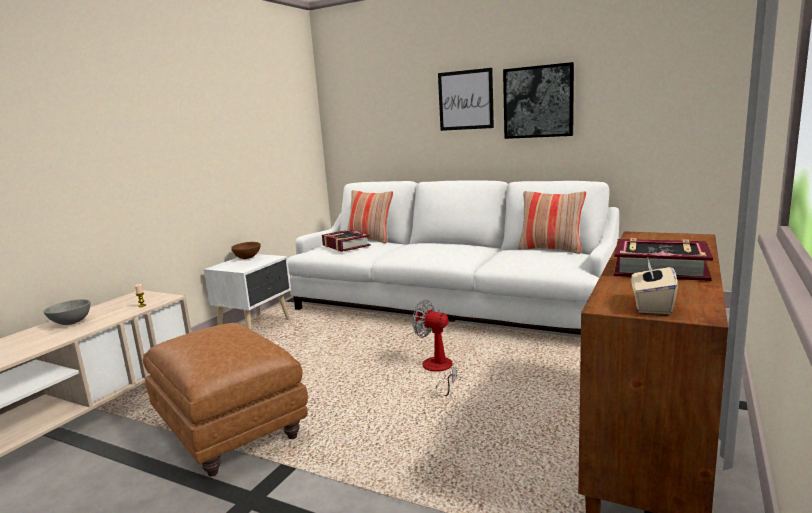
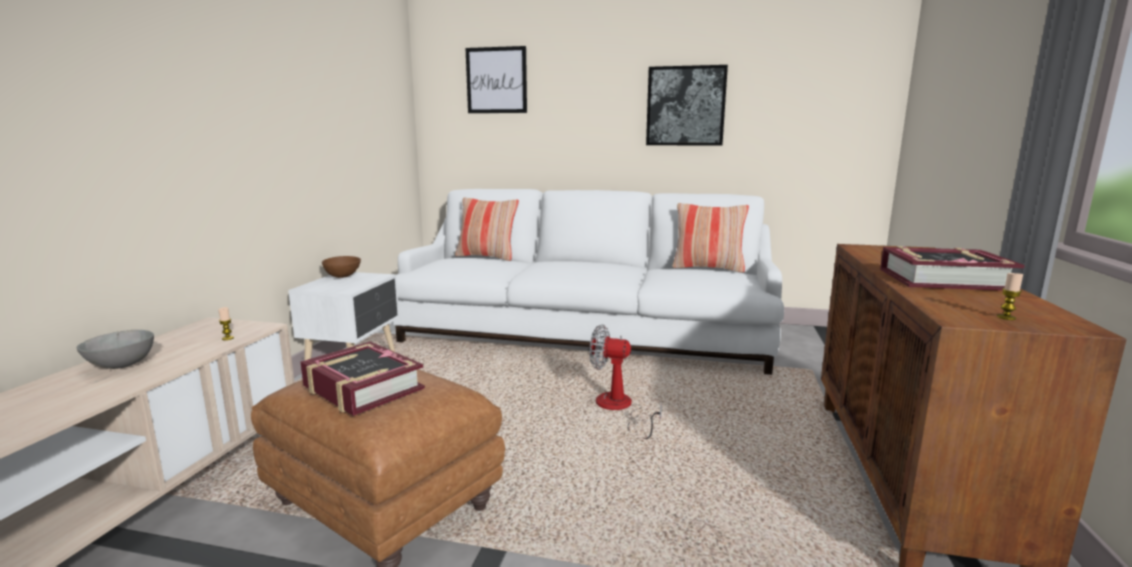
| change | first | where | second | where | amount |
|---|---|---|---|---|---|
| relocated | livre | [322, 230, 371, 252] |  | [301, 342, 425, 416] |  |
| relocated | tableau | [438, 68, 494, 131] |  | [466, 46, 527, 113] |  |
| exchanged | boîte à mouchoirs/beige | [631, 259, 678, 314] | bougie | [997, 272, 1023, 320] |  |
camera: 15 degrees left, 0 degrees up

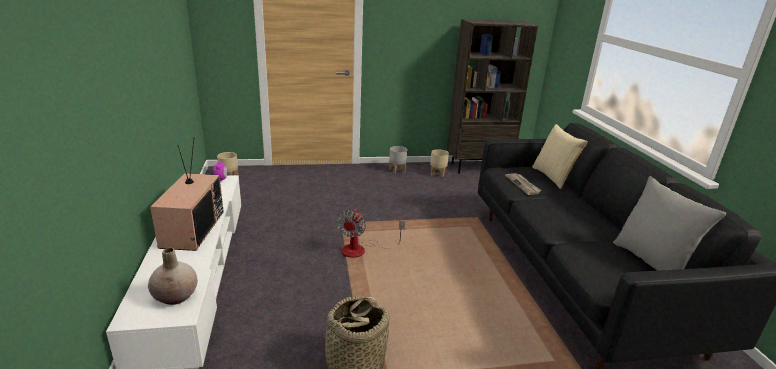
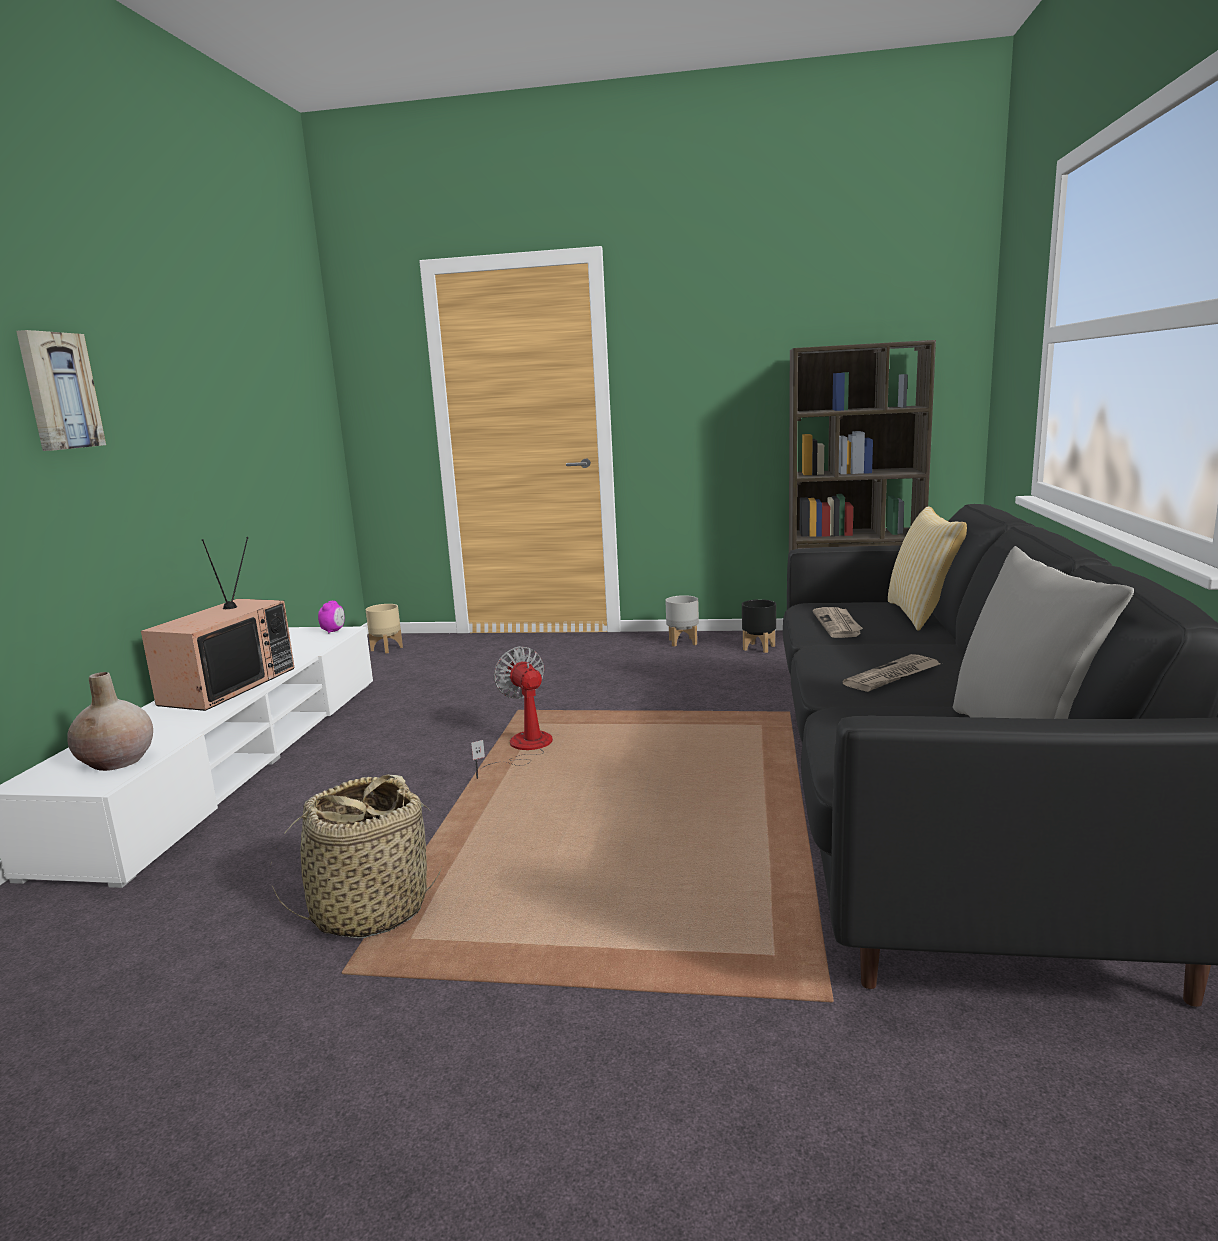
| change | first | where | second | where | amount |
|---|---|---|---|---|---|
| appeared |  |  | tableau | [16, 330, 106, 451] |  |
| spun | ventilateur | [336, 209, 405, 258] |  | [471, 646, 553, 779] | 120 degrees clockwise |
| colour | cache-pot/beige | [430, 149, 449, 178] | cache-pot/noir | [742, 599, 776, 653] |  |
| appeared |  |  | journal | [842, 654, 941, 692] |  |
camera: 20 degrees right, 10 degrees down

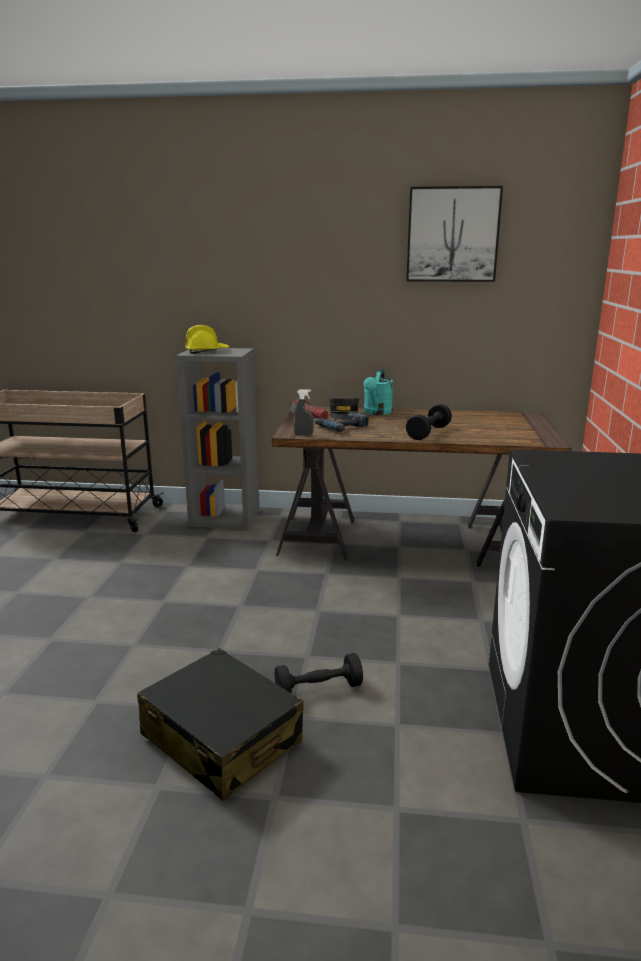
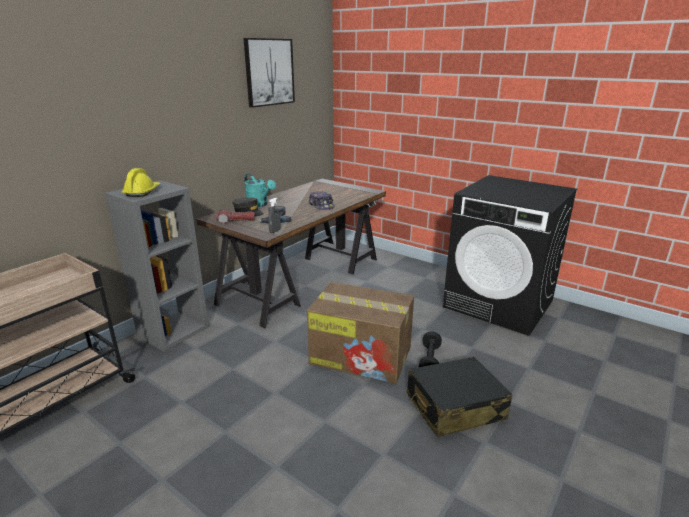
| change | first | where | second | where | amount |
|---|---|---|---|---|---|
| appeared |  |  | carton | [307, 282, 414, 384] |  |
| exchanged | haltère/noir | [406, 404, 452, 440] | casquette | [309, 191, 335, 210] |  |
camera: 60 degrees left, 5 degrees up

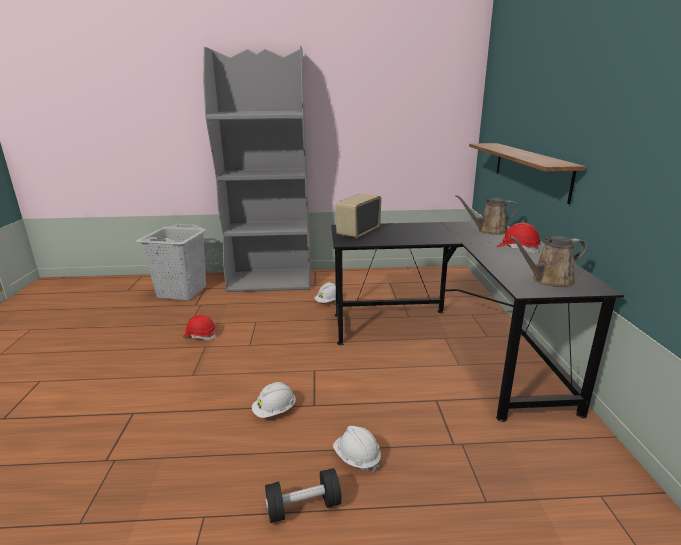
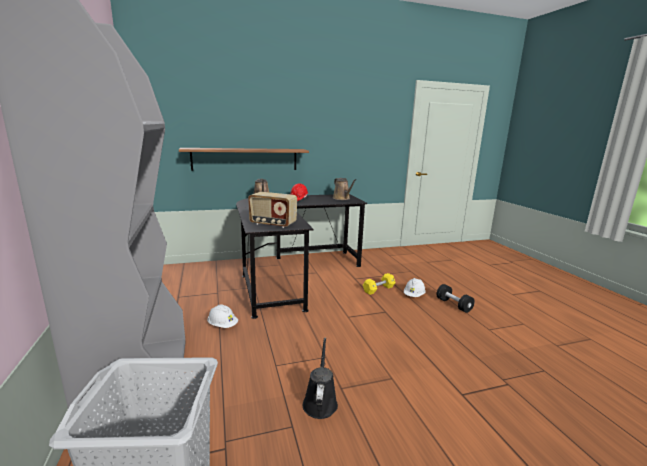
| change | first | where | second | where | amount |
|---|---|---|---|---|---|
| exchanged | casque de chantier/rouge | [183, 314, 216, 340] | arrosoir/noir | [303, 338, 338, 419] |  |
| appeared |  |  | haltère/jaune | [363, 273, 396, 295] |  |
| missing | casque de chantier/blanc | [252, 382, 296, 418] |  |  |  |
camera: 105 degrees left, 5 degrees down

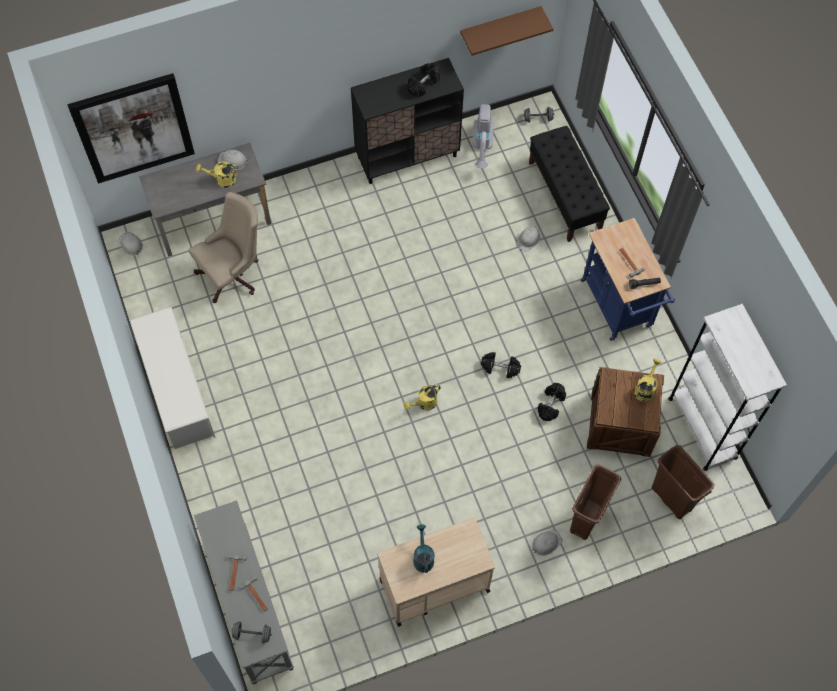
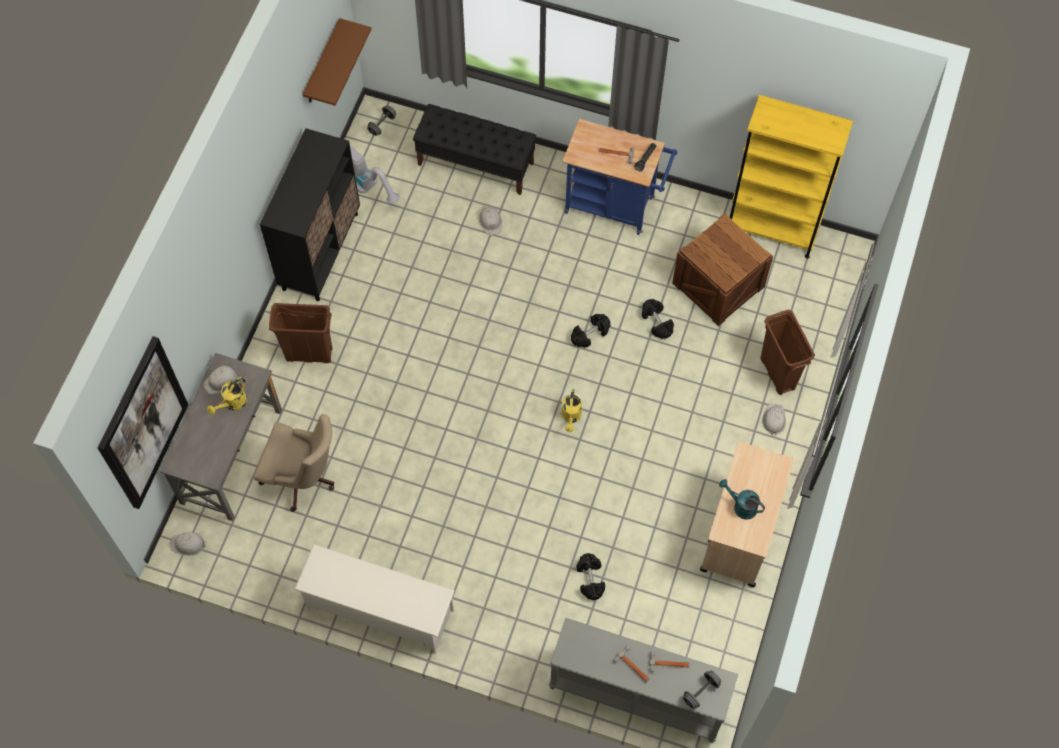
| change | first | where | second | where | amount |
|---|---|---|---|---|---|
| spun | chaise de bureau/beige | [189, 192, 259, 303] |  | [253, 414, 334, 512] | 105 degrees clockwise |
| relocated | poubelle/marron | [652, 445, 714, 519] |  | [269, 303, 333, 363] |  |
| relocated | haltère/noir | [407, 63, 440, 97] |  | [576, 553, 605, 600] |  |
| colour | bibliothèque/blanc | [668, 304, 787, 471] | bibliothèque/jaune | [729, 95, 853, 259] |  |
| missing | arrosoir/jaune | [634, 358, 661, 402] |  |  |  |
camera: 50 degrees left, 0 degrees up

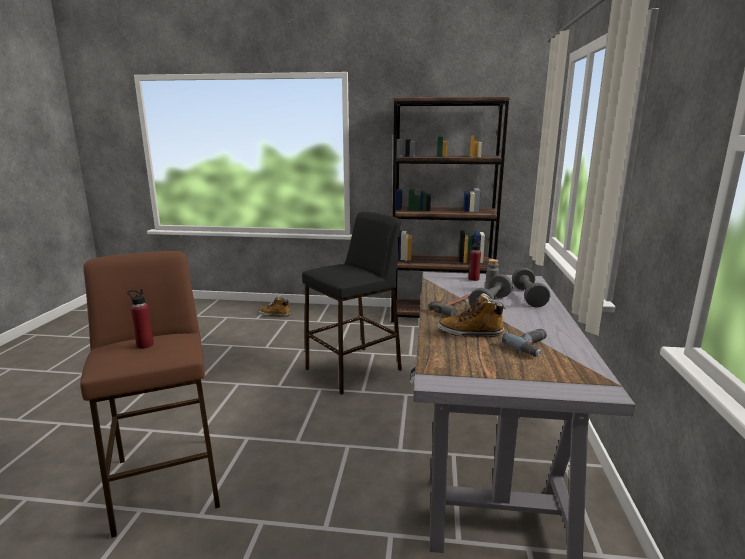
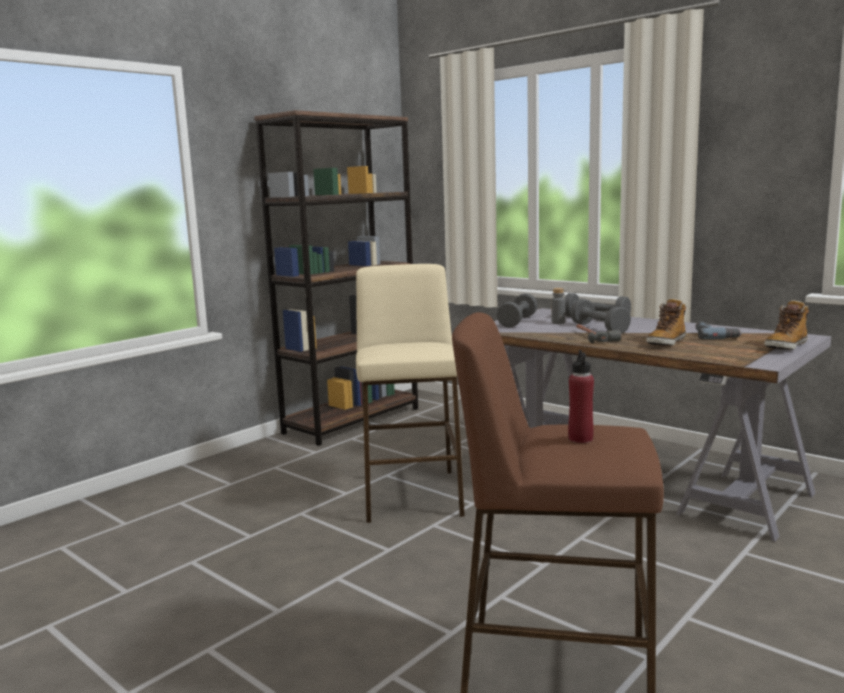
| change | first | where | second | where | amount |
|---|---|---|---|---|---|
| colour | tabouret/noir | [302, 212, 402, 395] | tabouret/beige | [356, 264, 465, 523] |  |
| exchanged | bouteille/rouge | [469, 240, 481, 281] | haltère/gris | [496, 293, 537, 328] |  |
| relocated | botte | [259, 295, 290, 317] |  | [764, 300, 809, 350] |  |
camera: 55 degrees left, 5 degrees down

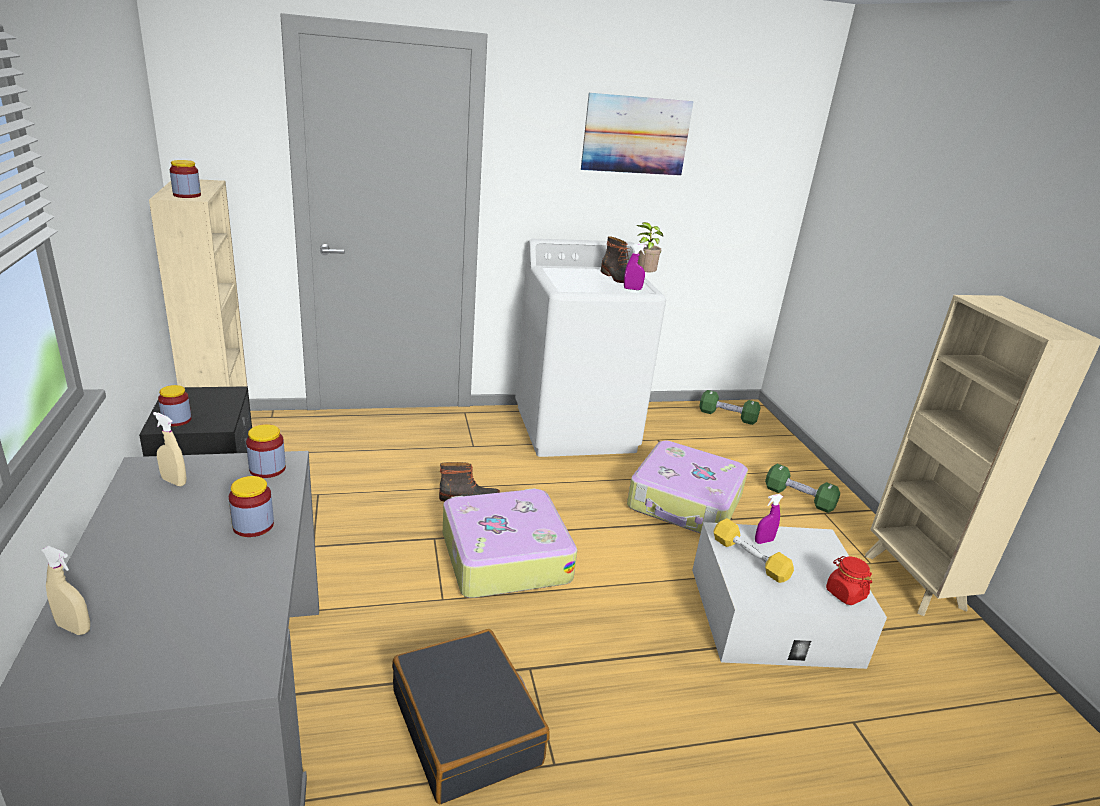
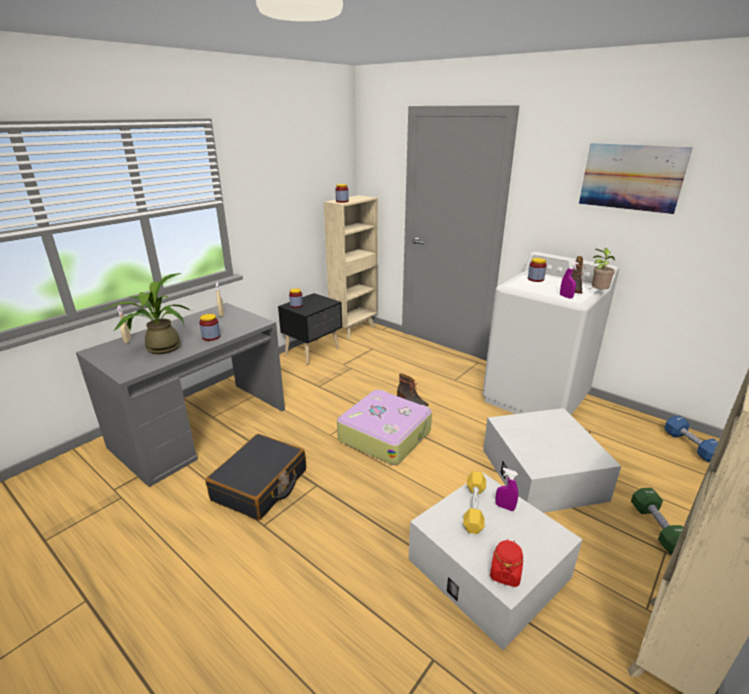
| change | first | where | second | where | amount |
|---|---|---|---|---|---|
| appeared |  |  | plante en pot | [102, 273, 192, 354] |  |
| exchanged | valise | [627, 441, 748, 534] | boîte de rangement/blanc | [483, 408, 621, 513] |  |
| relocated | bocal | [246, 424, 286, 478] |  | [528, 258, 547, 282] |  |
| colour | haltère/vert | [699, 390, 761, 425] | haltère/bleu | [664, 415, 718, 462] |  |
camera: 55 degrees right, 0 degrees up

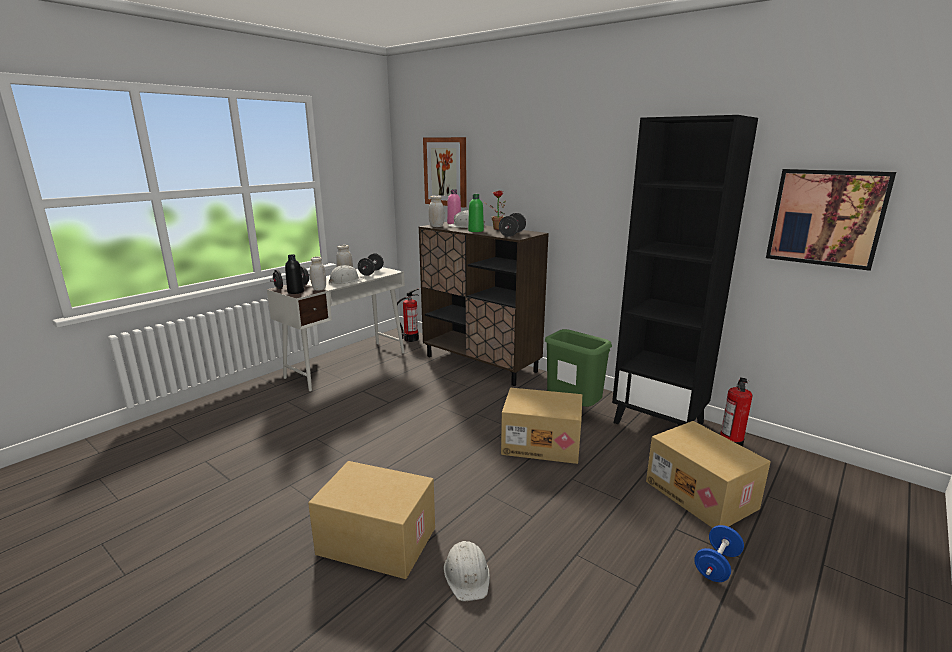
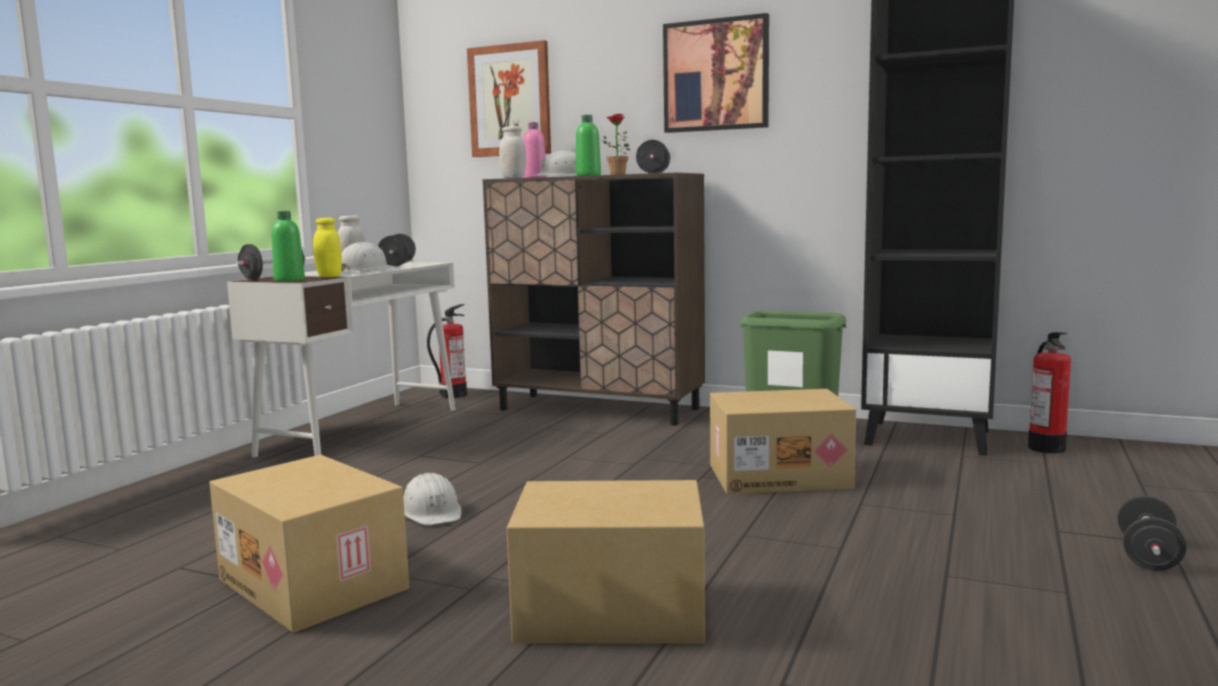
| change | first | where | second | where | amount |
|---|---|---|---|---|---|
| relocated | carton | [646, 421, 771, 528] |  | [209, 455, 409, 633] |  |
| colour | bouteille/noir | [285, 255, 304, 294] | bouteille/vert | [271, 211, 305, 281] |  |
| colour | bocal/blanc | [310, 257, 326, 291] | bocal/jaune | [313, 218, 342, 277] |  |
| relocated | casque de chantier/blanc | [444, 541, 490, 601] |  | [404, 473, 462, 525] |  |
| relocated | tableau | [766, 169, 896, 271] |  | [663, 13, 769, 133] |  |
| colour | haltère/bleu | [694, 525, 744, 582] | haltère/noir | [1118, 496, 1186, 571] |  |
camera: 15 degrees left, 10 degrees down

